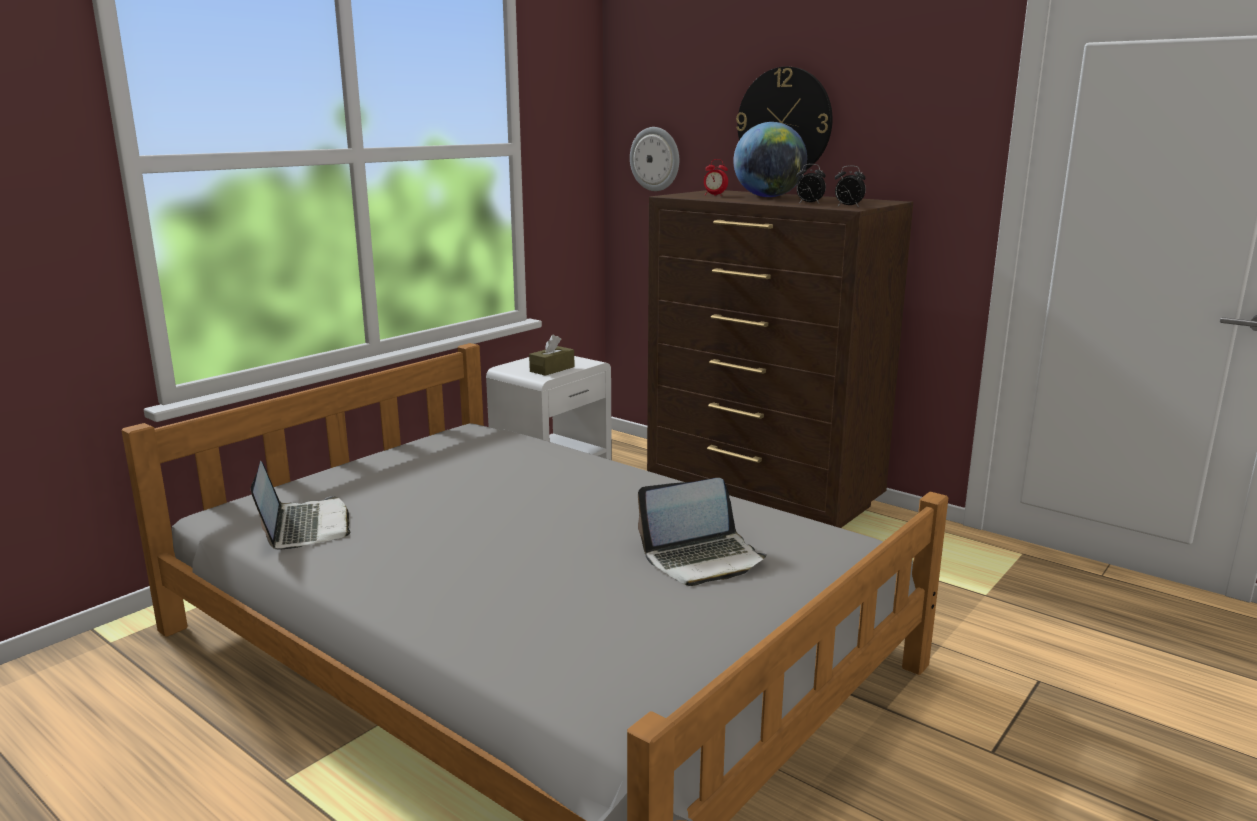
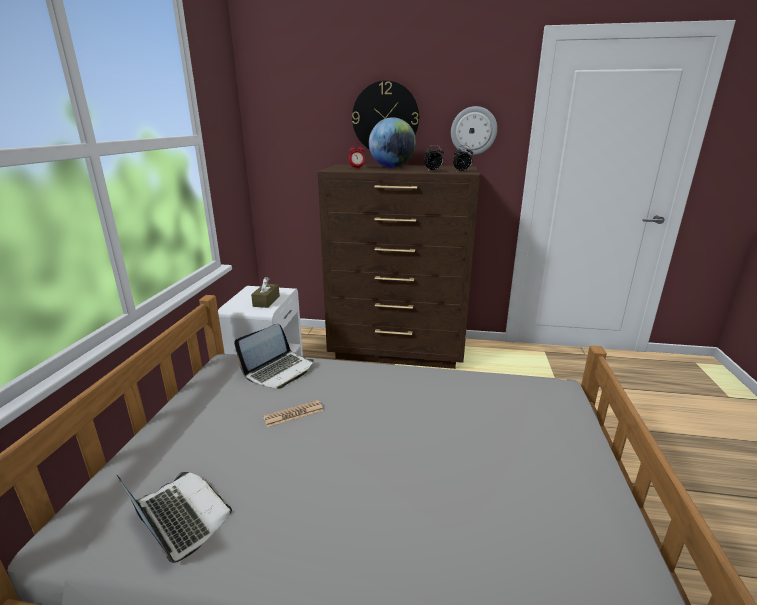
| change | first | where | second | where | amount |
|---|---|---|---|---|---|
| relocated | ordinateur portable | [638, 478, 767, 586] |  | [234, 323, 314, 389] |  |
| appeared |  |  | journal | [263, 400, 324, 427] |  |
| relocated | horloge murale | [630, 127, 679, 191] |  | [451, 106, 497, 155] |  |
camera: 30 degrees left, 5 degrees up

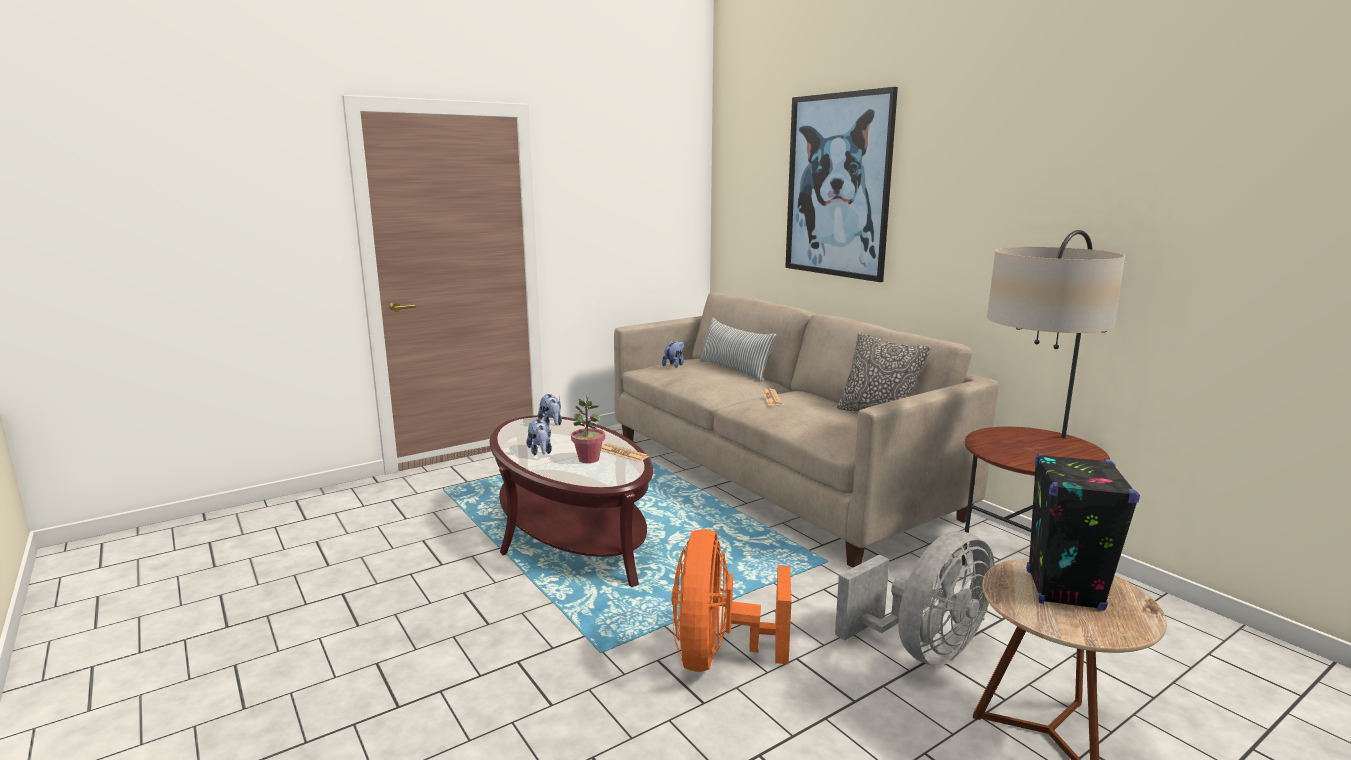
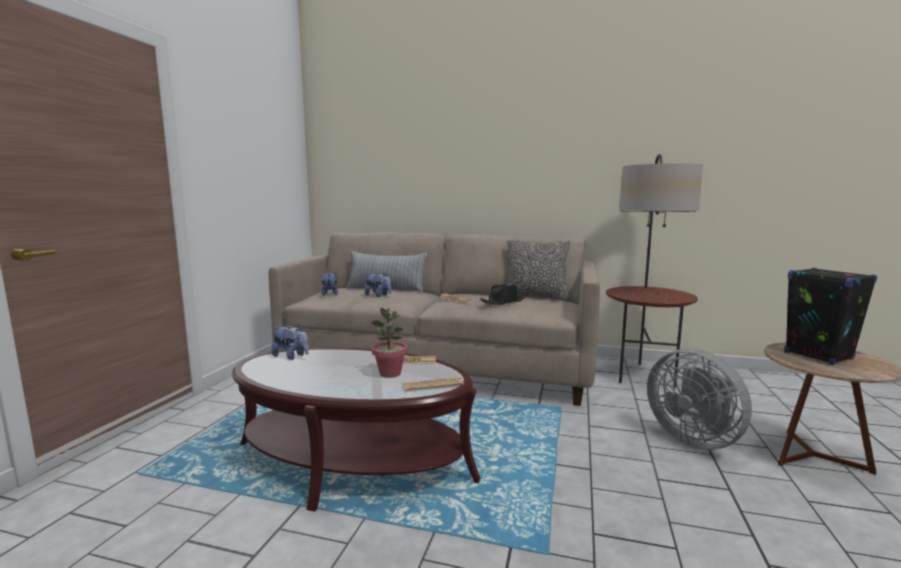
| change | first | where | second | where | amount |
|---|---|---|---|---|---|
| relocated | peluche | [526, 419, 552, 455] |  | [365, 273, 391, 297] |  |
| appeared |  |  | journal | [403, 377, 464, 391] |  |
| appeared |  |  | chapeau/noir | [480, 285, 527, 306] |  |
| spun | ventilateur/gris | [835, 531, 995, 666] |  | [647, 348, 752, 450] | 135 degrees clockwise |
| missing | ventilateur/orange | [672, 529, 791, 672] |  |  |  |
| missing | tableau | [785, 87, 898, 282] |  |  |  |
camera: 40 degrees left, 5 degrees down

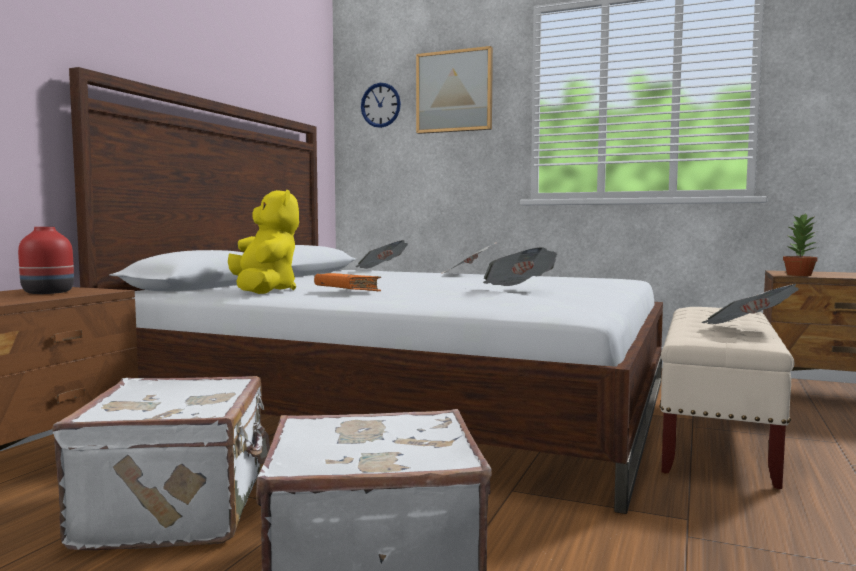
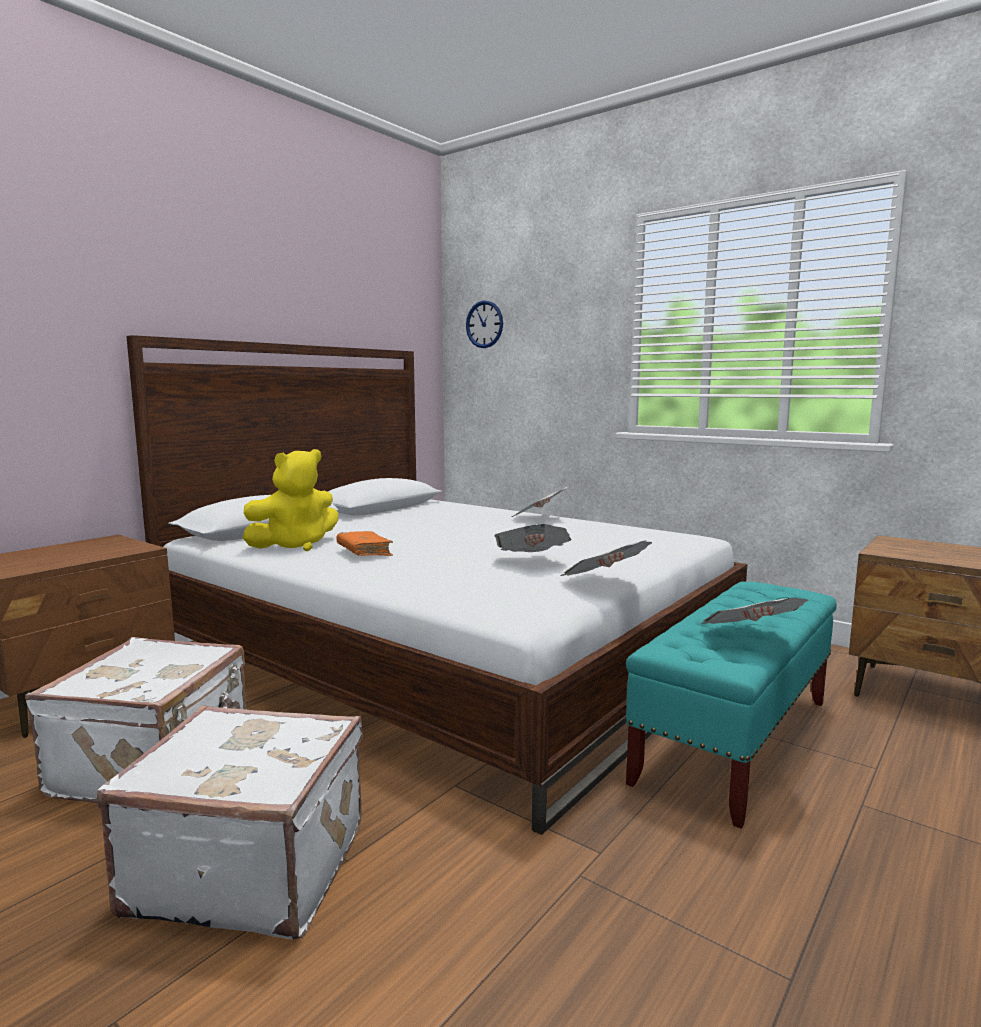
| change | first | where | second | where | amount |
|---|---|---|---|---|---|
| spun | peluche/jaune | [228, 190, 299, 294] |  | [242, 449, 338, 551] | 60 degrees clockwise |
| relocated | journal | [355, 240, 408, 269] |  | [560, 541, 652, 576] |  |
| colour | banc/beige | [659, 307, 795, 489] | banc/turquoise | [625, 582, 837, 829] |  |
| missing | vase/rouge | [18, 227, 74, 294] |  |  |  |
| missing | tableau | [416, 46, 493, 134] |  |  |  |
| missing | plante en pot | [783, 213, 818, 276] |  |  |  |
camera: 15 degrees right, 5 degrees up

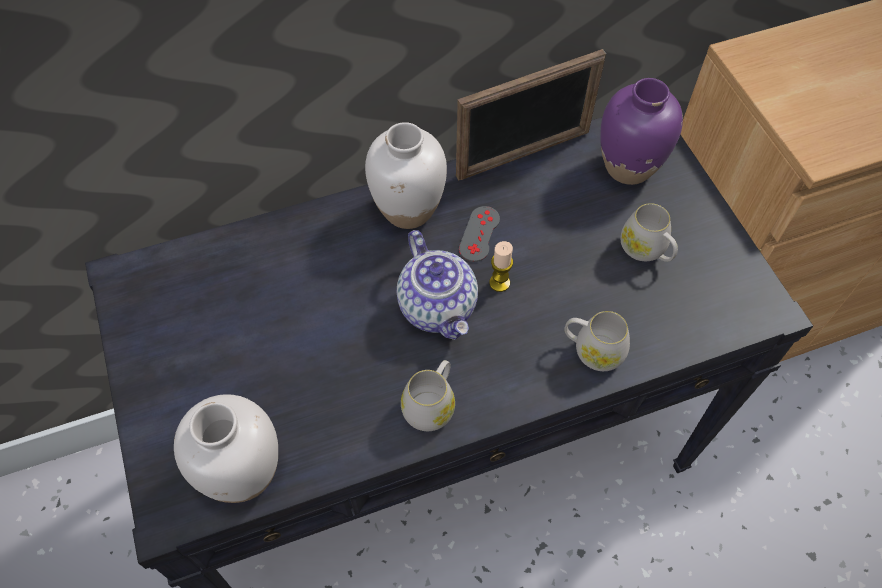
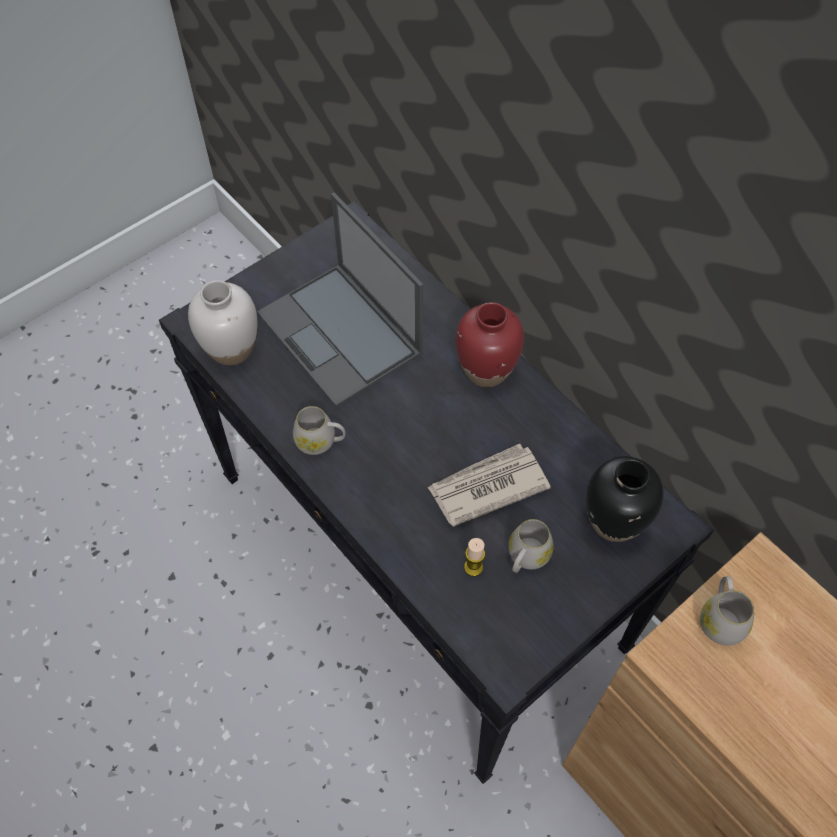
| change | first | where | second | where | amount |
|---|---|---|---|---|---|
| appeared |  |  | ordinateur portable | [257, 192, 423, 407] |  |
| appeared |  |  | journal | [427, 444, 551, 527] |  |
| colour | vase/blanc | [365, 122, 447, 229] | vase/rouge | [456, 302, 524, 387] |  |
| relocated | bougie | [489, 241, 513, 292] |  | [464, 538, 485, 577] |  |
| colour | vase/violet | [600, 78, 683, 185] | vase/noir | [586, 456, 664, 542] |  |
| relocated | mug/blanc | [564, 311, 630, 371] |  | [700, 576, 754, 645] |  |
| missing | théière | [397, 230, 478, 340] |  |  |  |
| missing | cadre photo | [456, 49, 606, 180] |  |  |  |
| missing | manette/gris | [459, 206, 500, 262] |  |  |  |
camera: 70 degrees right, 0 degrees up

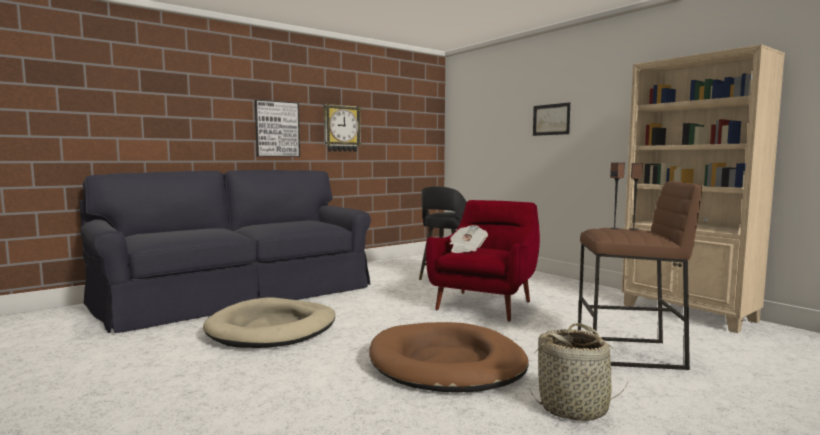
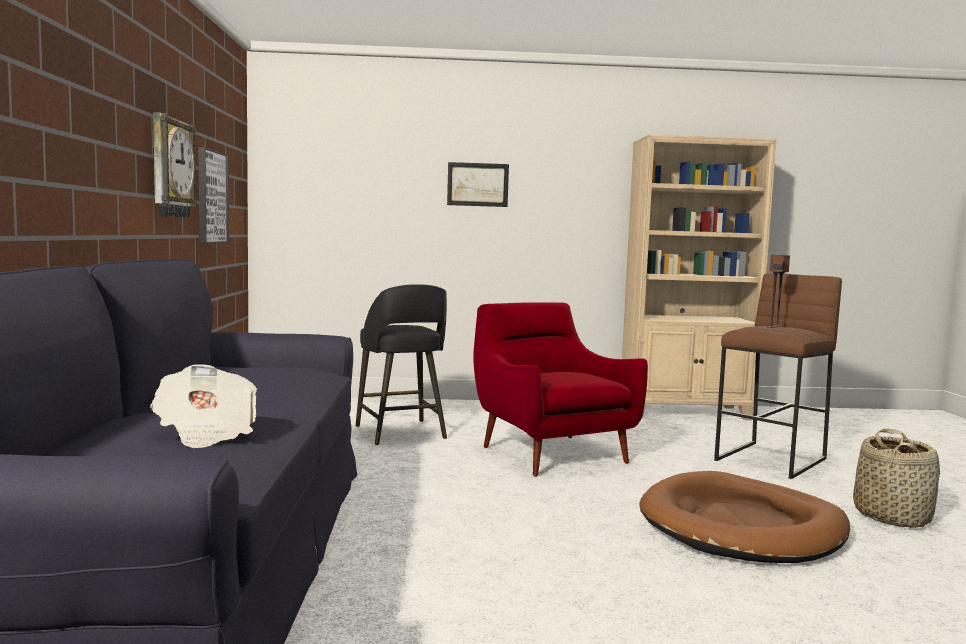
| change | first | where | second | where | amount |
|---|---|---|---|---|---|
| relocated | journal | [450, 225, 488, 253] |  | [150, 364, 257, 448] |  |
| relocated | tableau | [255, 99, 300, 157] |  | [198, 147, 229, 243] |  |
| missing | panier pour chien/beige | [203, 297, 335, 348] |  |  |  |
camera: 55 degrees left, 0 degrees up

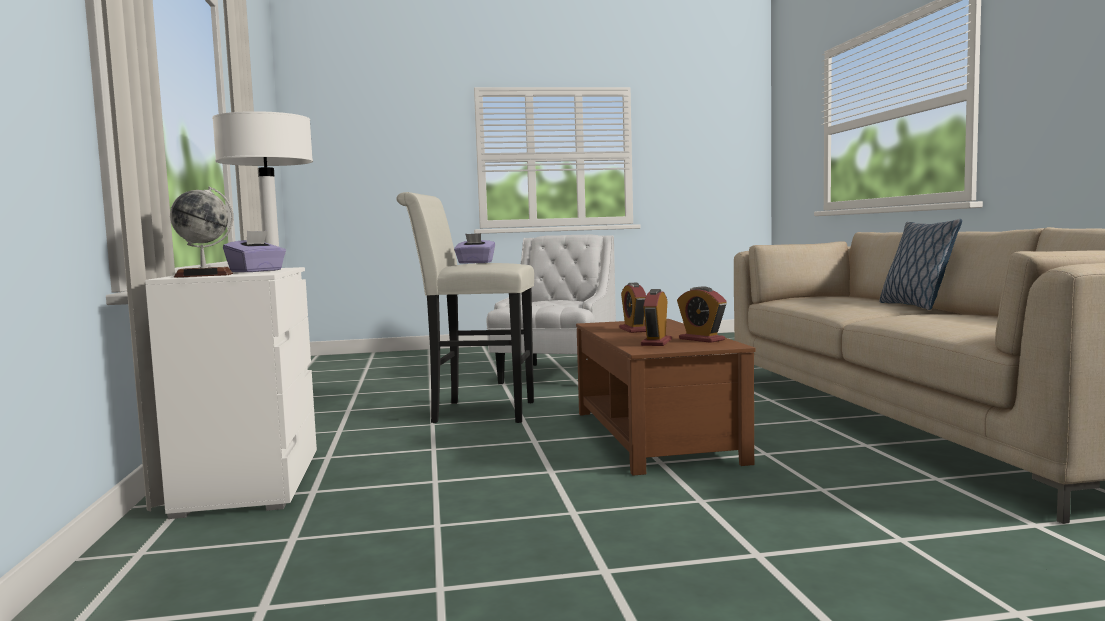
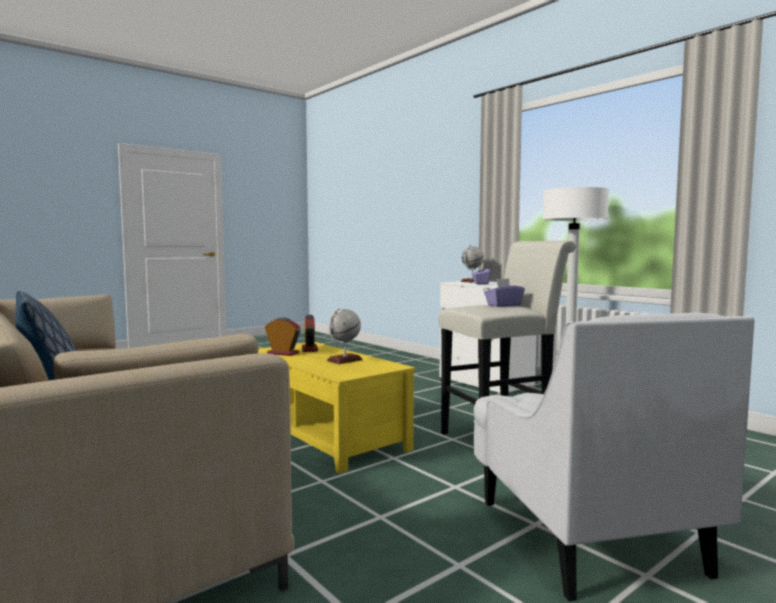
| change | first | where | second | where | amount |
|---|---|---|---|---|---|
| colour | table basse/marron | [576, 319, 755, 475] | table basse/jaune | [258, 342, 415, 474] |  |
| exchanged | réveil | [619, 282, 646, 333] | globe | [327, 308, 363, 364] |  |
camera: 150 degrees right, 0 degrees up

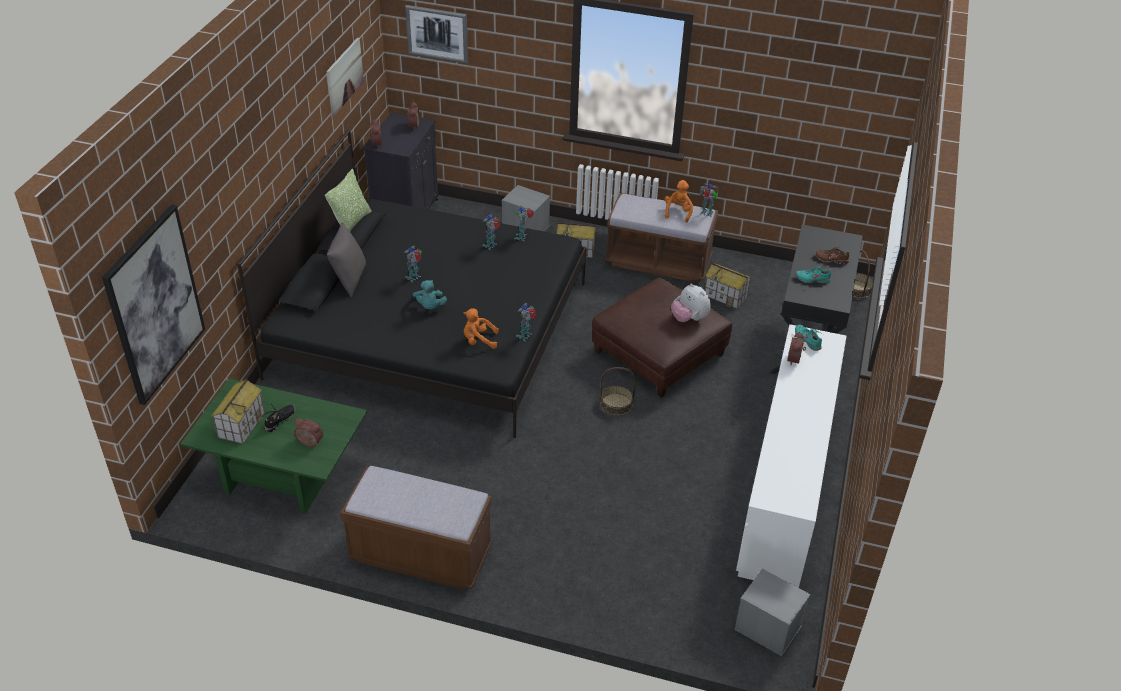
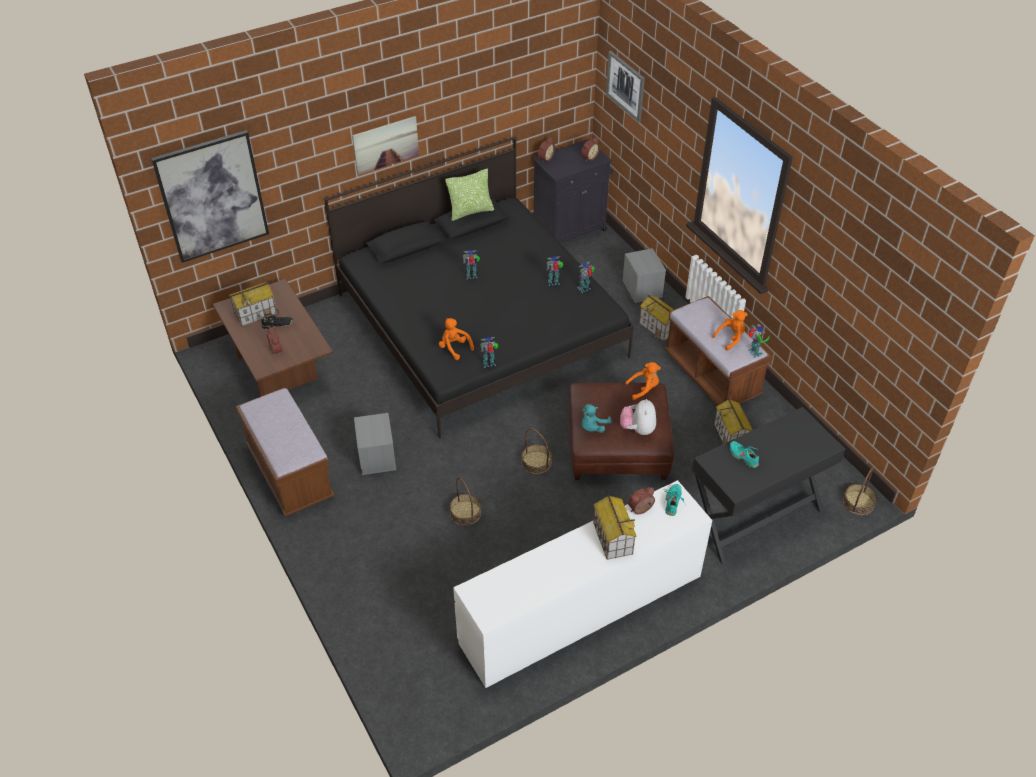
| change | first | where | second | where | amount |
|---|---|---|---|---|---|
| colour | table basse/vert | [180, 378, 367, 514] | table basse/marron | [213, 279, 333, 397] |  |
| relocated | tableau | [326, 38, 364, 116] |  | [352, 116, 419, 175] |  |
| relocated | boîte de rangement/gris | [734, 569, 810, 656] |  | [354, 413, 396, 475] |  |
| appeared |  |  | panier | [449, 477, 481, 526] |  |
| relocated | peluche/turquoise | [413, 280, 447, 309] |  | [581, 404, 611, 433] |  |
| appeared |  |  | maison miniature | [593, 495, 637, 560] |  |
| appeared |  |  | peluche/orange | [625, 362, 661, 400] |  |
| missing | coussin/gris | [327, 222, 366, 297] |  |  |  |
| missing | chaussure/marron | [815, 247, 849, 264] |  |  |  |
camera: 45 degrees right, 5 degrees up

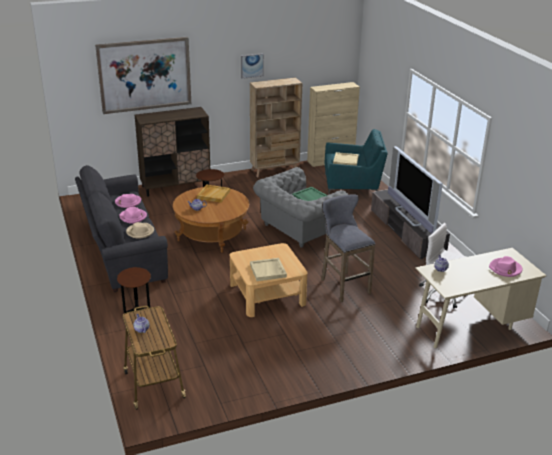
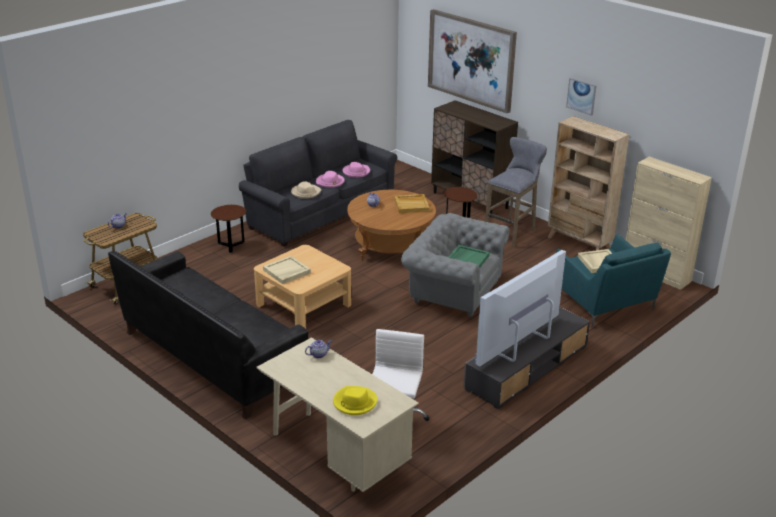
| change | first | where | second | where | amount |
|---|---|---|---|---|---|
| appeared |  |  | canapé/noir | [108, 251, 308, 420] |  |
| colour | chapeau/rose | [489, 256, 523, 277] | chapeau/jaune | [333, 386, 377, 415] |  |
| relocated | tabouret/gris | [321, 194, 375, 302] |  | [485, 137, 547, 247] |  |
camera: 65 degrees right, 0 degrees up

